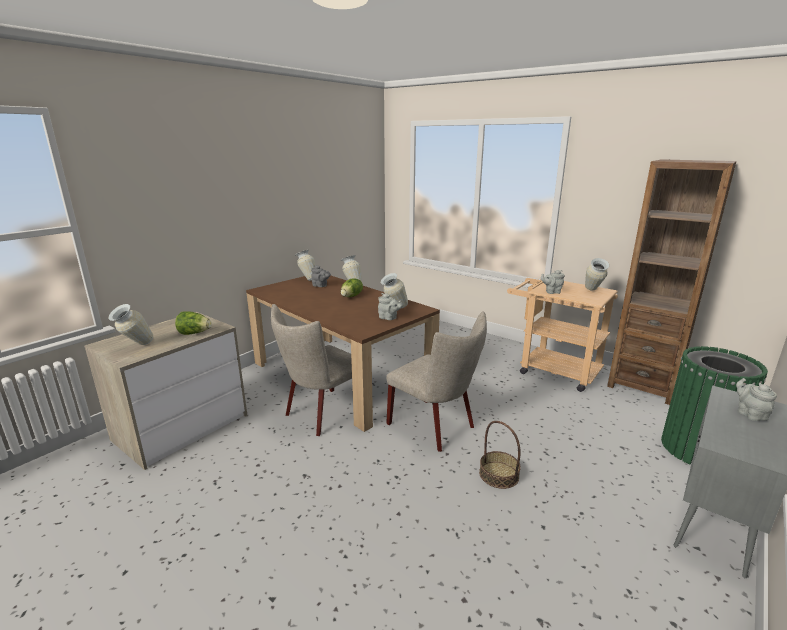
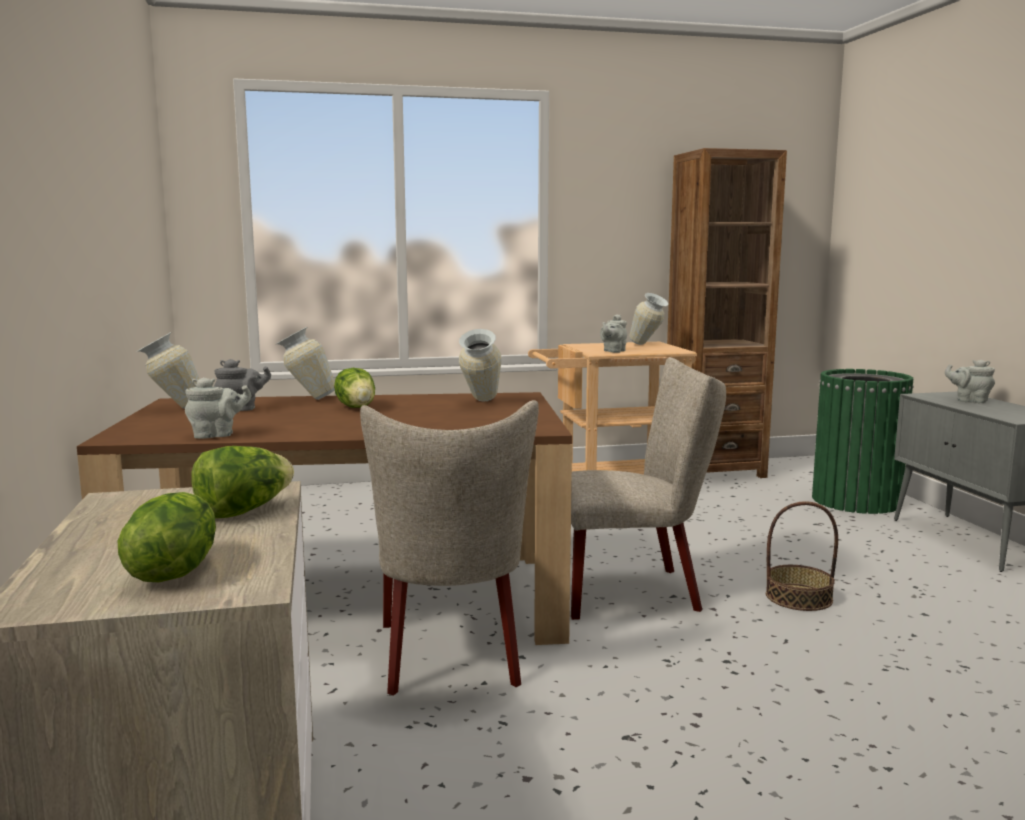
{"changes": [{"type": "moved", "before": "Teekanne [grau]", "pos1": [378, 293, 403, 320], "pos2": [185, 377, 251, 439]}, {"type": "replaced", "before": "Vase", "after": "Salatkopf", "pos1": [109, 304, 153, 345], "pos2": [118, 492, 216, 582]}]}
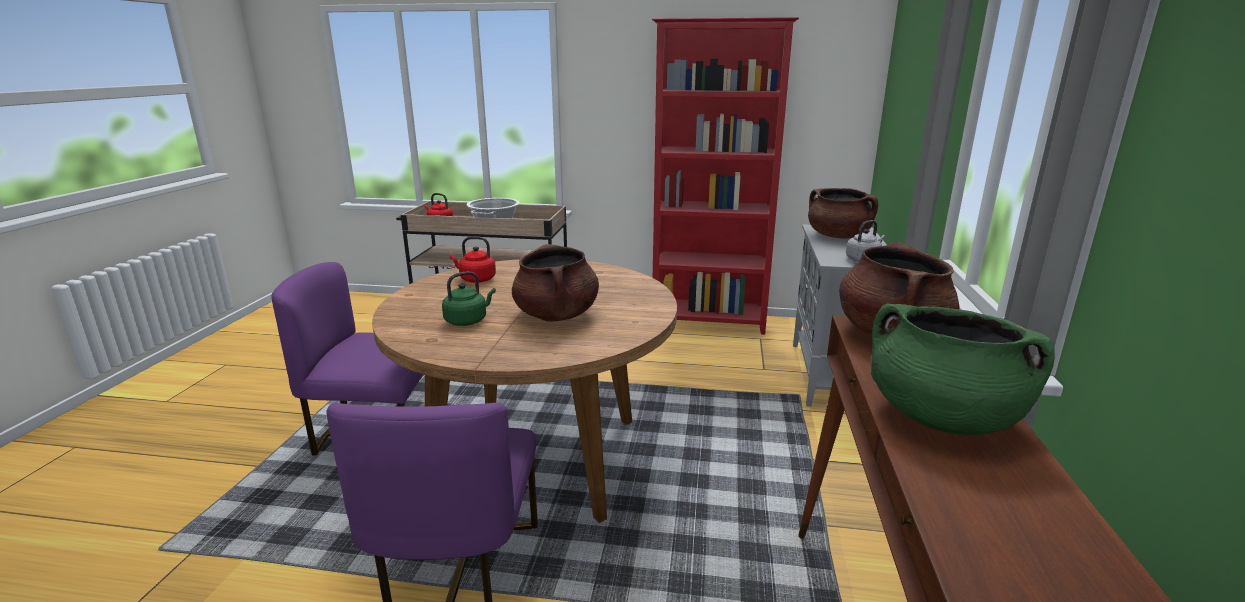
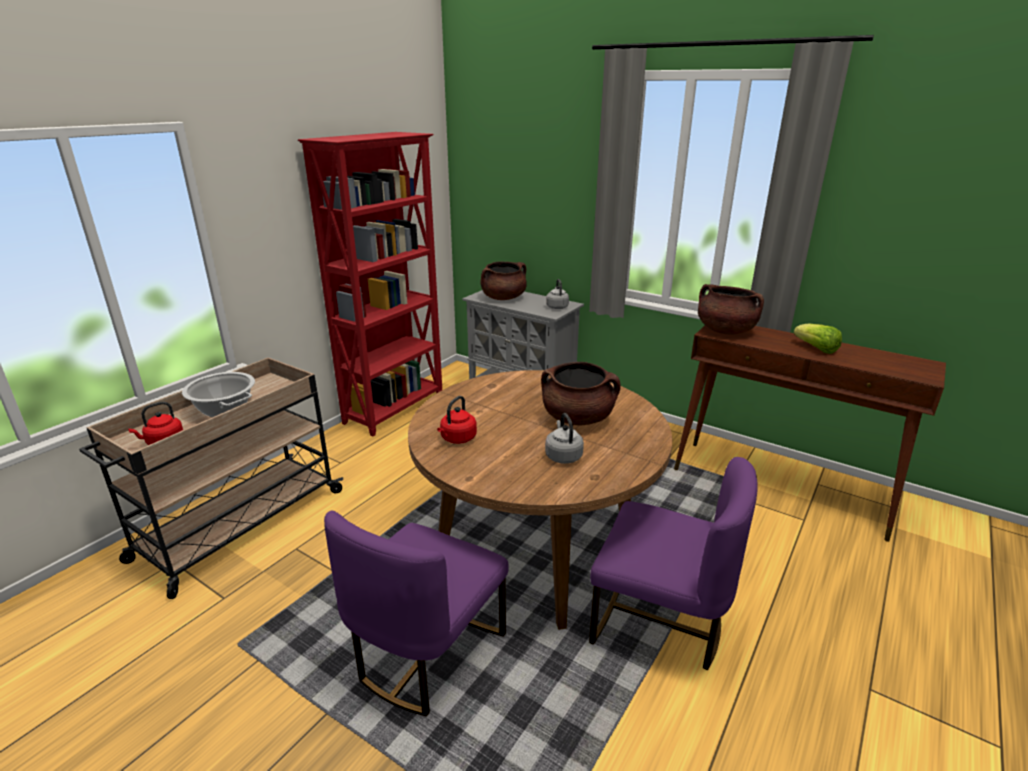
{"changes": [{"type": "replaced", "before": "Kochtopf [grün]", "after": "Salatkopf", "pos1": [871, 303, 1055, 435], "pos2": [794, 324, 842, 354]}, {"type": "recoloured", "before": "Wasserkessel [grün]", "after": "Wasserkessel [grau]", "pos1": [442, 271, 496, 326], "pos2": [545, 413, 584, 464]}]}
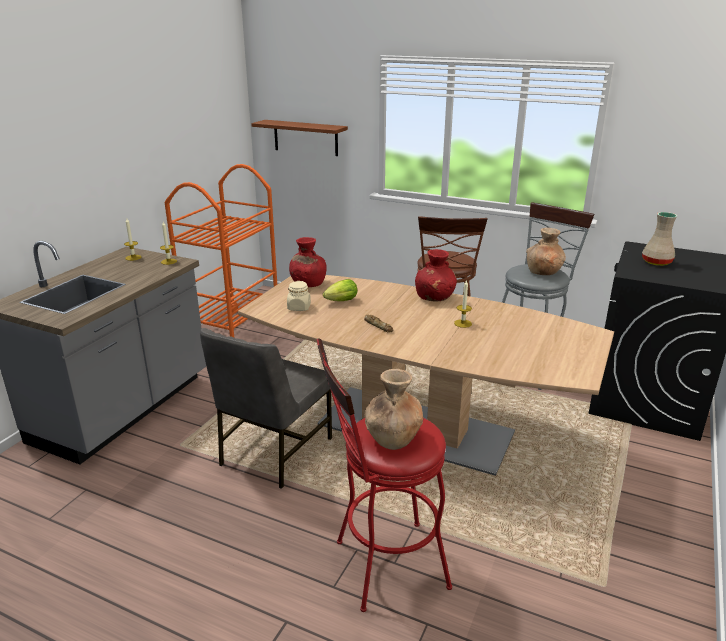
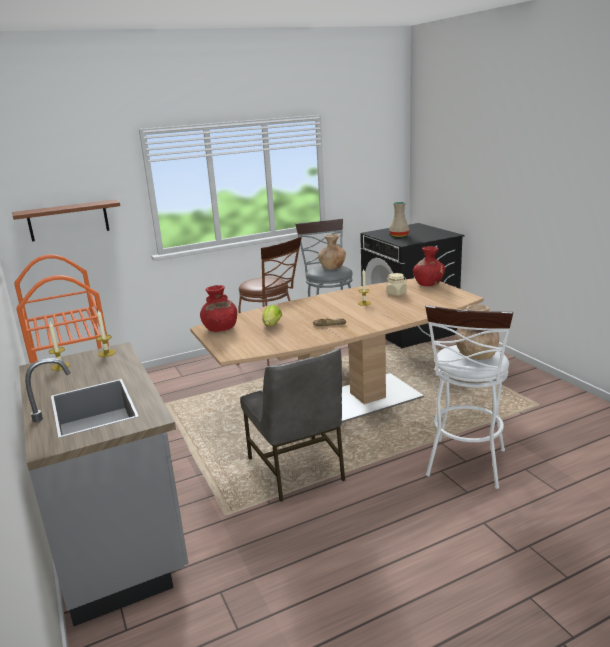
{"changes": [{"type": "moved", "before": "Vorratsglas [beige]", "pos1": [287, 281, 311, 311], "pos2": [386, 273, 407, 296]}, {"type": "moved", "before": "Vase [rot]", "pos1": [415, 249, 457, 301], "pos2": [413, 246, 445, 286]}, {"type": "recoloured", "before": "Hocker [rot]", "after": "Hocker [weiß]", "pos1": [317, 339, 452, 612], "pos2": [425, 305, 513, 489]}]}
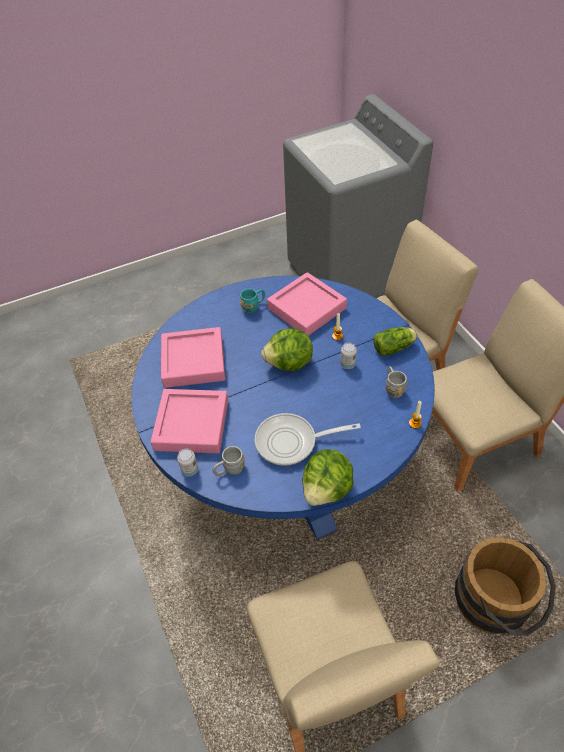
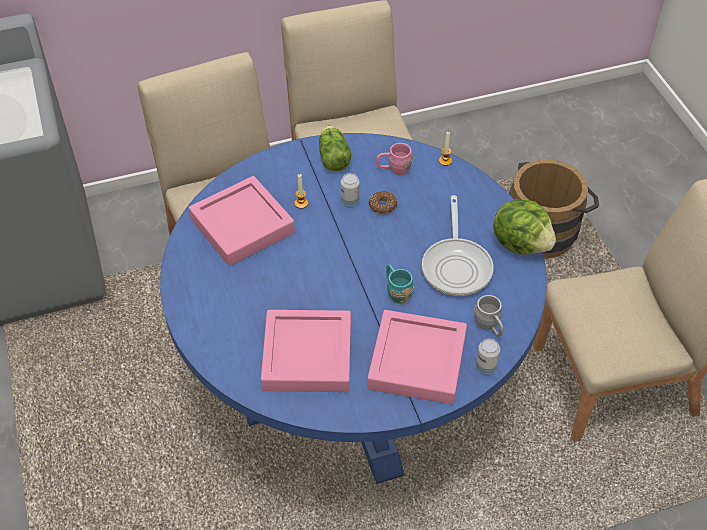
{"changes": [{"type": "removed", "before": "Salatkopf", "pos1": [261, 328, 313, 371]}, {"type": "added", "after": "Donut", "pos2": [369, 191, 397, 215]}, {"type": "moved", "before": "Henkelbecher [türkis]", "pos1": [240, 289, 265, 314], "pos2": [386, 264, 414, 304]}, {"type": "recoloured", "before": "Henkelbecher [grau]", "after": "Henkelbecher [rosa]", "pos1": [385, 366, 407, 398], "pos2": [376, 143, 413, 175]}]}
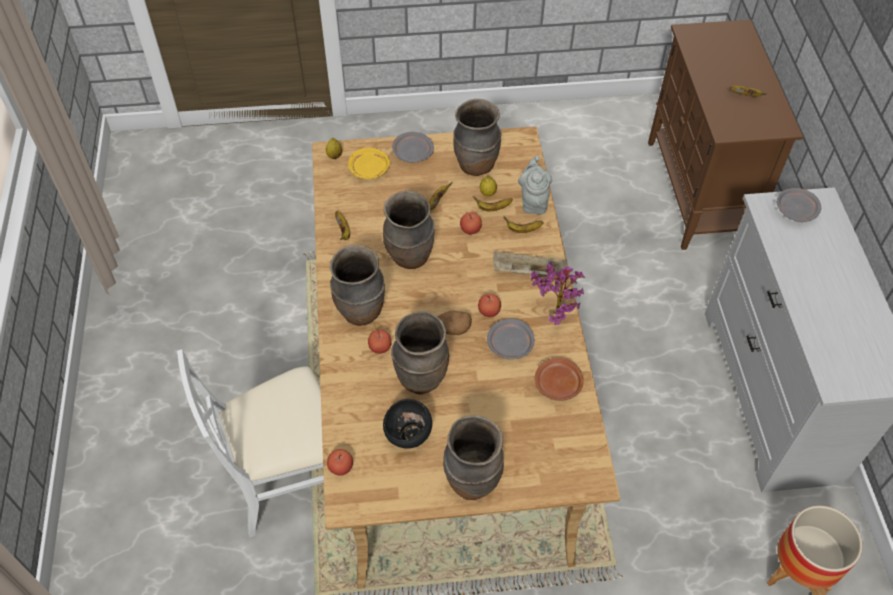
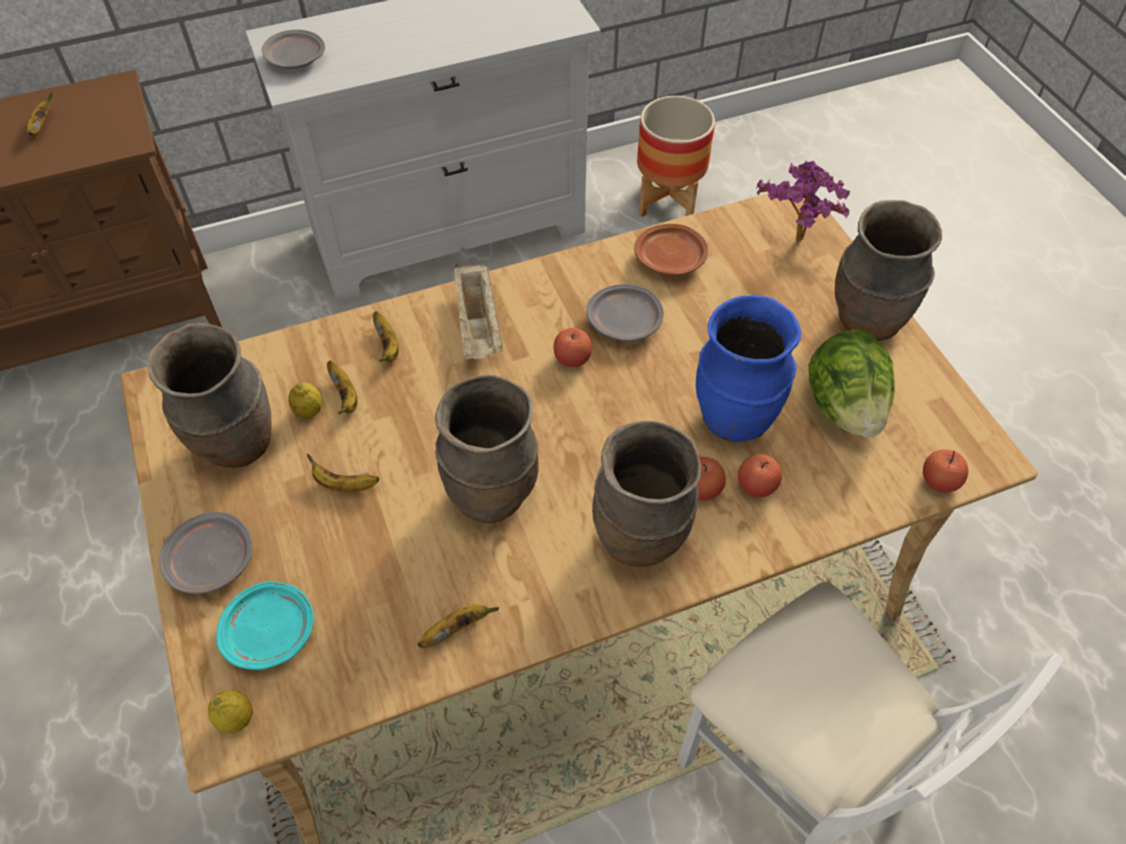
{"changes": [{"type": "removed", "before": "Kartoffel", "pos1": [438, 311, 472, 335]}, {"type": "removed", "before": "Teekanne [grau]", "pos1": [518, 156, 552, 214]}, {"type": "moved", "before": "Apfel", "pos1": [460, 212, 482, 234], "pos2": [738, 454, 782, 497]}, {"type": "moved", "before": "Topfpflanze", "pos1": [531, 262, 586, 325], "pos2": [756, 161, 850, 242]}, {"type": "replaced", "before": "Schüssel [schwarz]", "after": "Salatkopf", "pos1": [383, 399, 432, 448], "pos2": [809, 330, 895, 437]}, {"type": "recoloured", "before": "Teller [gelb]", "after": "Teller [türkis]", "pos1": [348, 148, 390, 179], "pos2": [216, 581, 314, 670]}, {"type": "recoloured", "before": "Vase [braun]", "after": "Vase [blau]", "pos1": [391, 311, 449, 394], "pos2": [696, 294, 801, 442]}]}
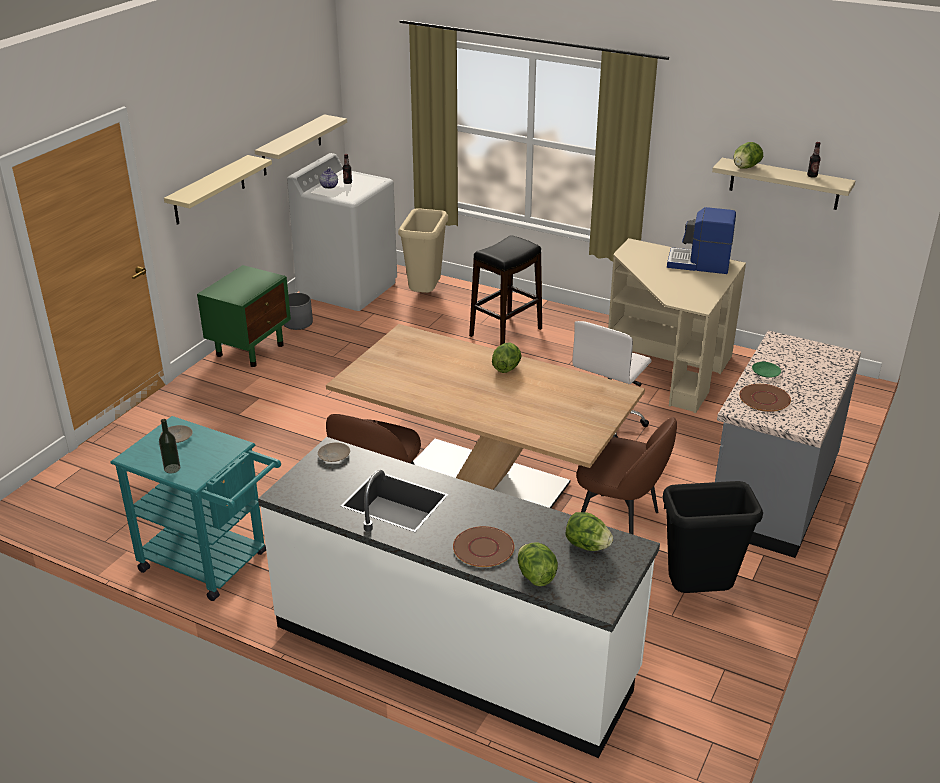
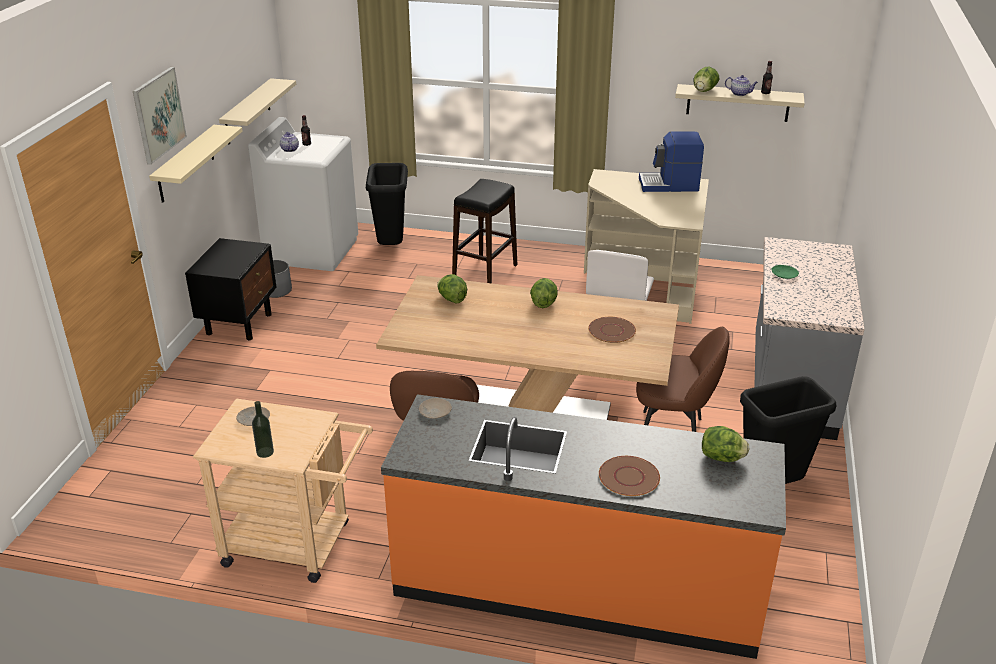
{"changes": [{"type": "added", "after": "Bild", "pos2": [133, 67, 187, 165]}, {"type": "added", "after": "Teekanne", "pos2": [725, 75, 758, 96]}, {"type": "moved", "before": "Salatkopf", "pos1": [518, 542, 558, 586], "pos2": [437, 274, 467, 304]}, {"type": "moved", "before": "Teller [braun]", "pos1": [739, 384, 791, 412], "pos2": [588, 317, 636, 343]}, {"type": "recoloured", "before": "Rollwagen [türkis]", "after": "Rollwagen [beige]", "pos1": [110, 416, 281, 601], "pos2": [193, 399, 373, 583]}, {"type": "recoloured", "before": "Nachttisch [grün]", "after": "Nachttisch [schwarz]", "pos1": [197, 265, 291, 367], "pos2": [185, 238, 277, 340]}, {"type": "recoloured", "before": "Küchenzeile [weiß]", "after": "Küchenzeile [orange]", "pos1": [258, 437, 660, 758], "pos2": [381, 394, 786, 659]}, {"type": "recoloured", "before": "Mülleimer [beige]", "after": "Mülleimer [schwarz]", "pos1": [398, 208, 448, 293], "pos2": [366, 163, 408, 245]}]}
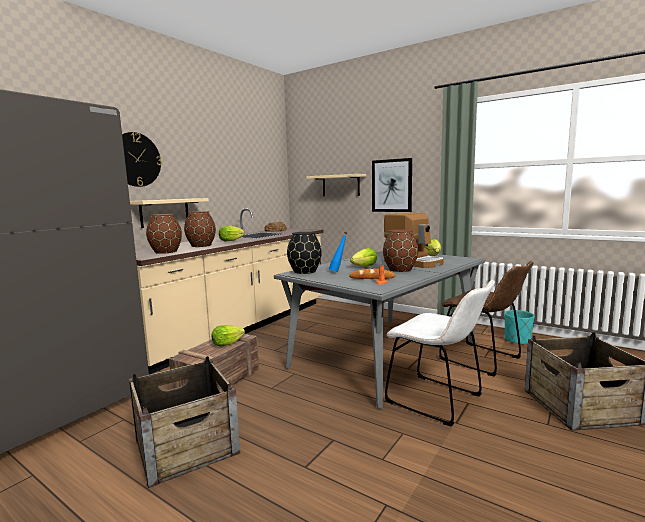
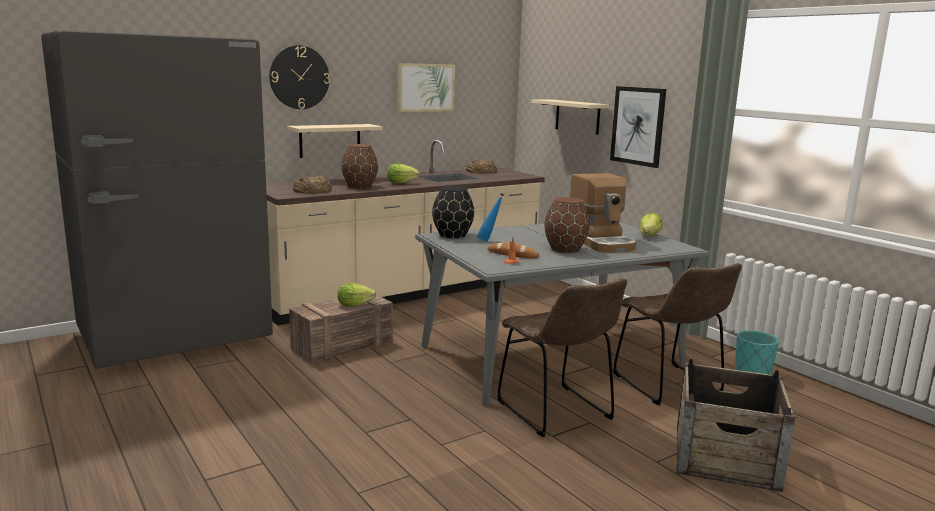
{"changes": [{"type": "removed", "before": "Kiste", "pos1": [129, 356, 240, 488]}, {"type": "removed", "before": "Salatkopf", "pos1": [350, 248, 377, 267]}, {"type": "added", "after": "Bild", "pos2": [397, 63, 455, 112]}, {"type": "replaced", "before": "Vase [braun]", "after": "Brot", "pos1": [146, 214, 182, 254], "pos2": [293, 176, 332, 194]}, {"type": "recoloured", "before": "Stuhl [weiß]", "after": "Stuhl [braun]", "pos1": [385, 280, 495, 427], "pos2": [497, 278, 627, 437]}]}
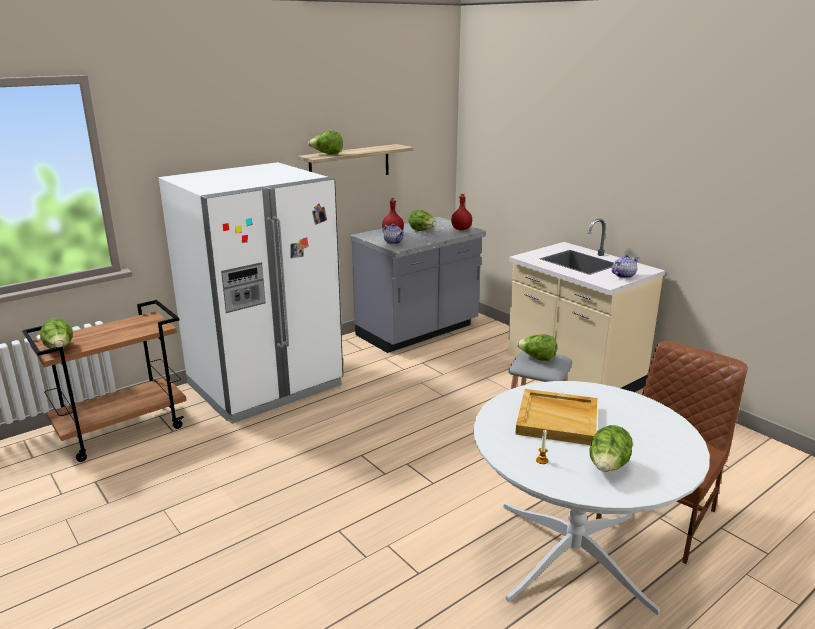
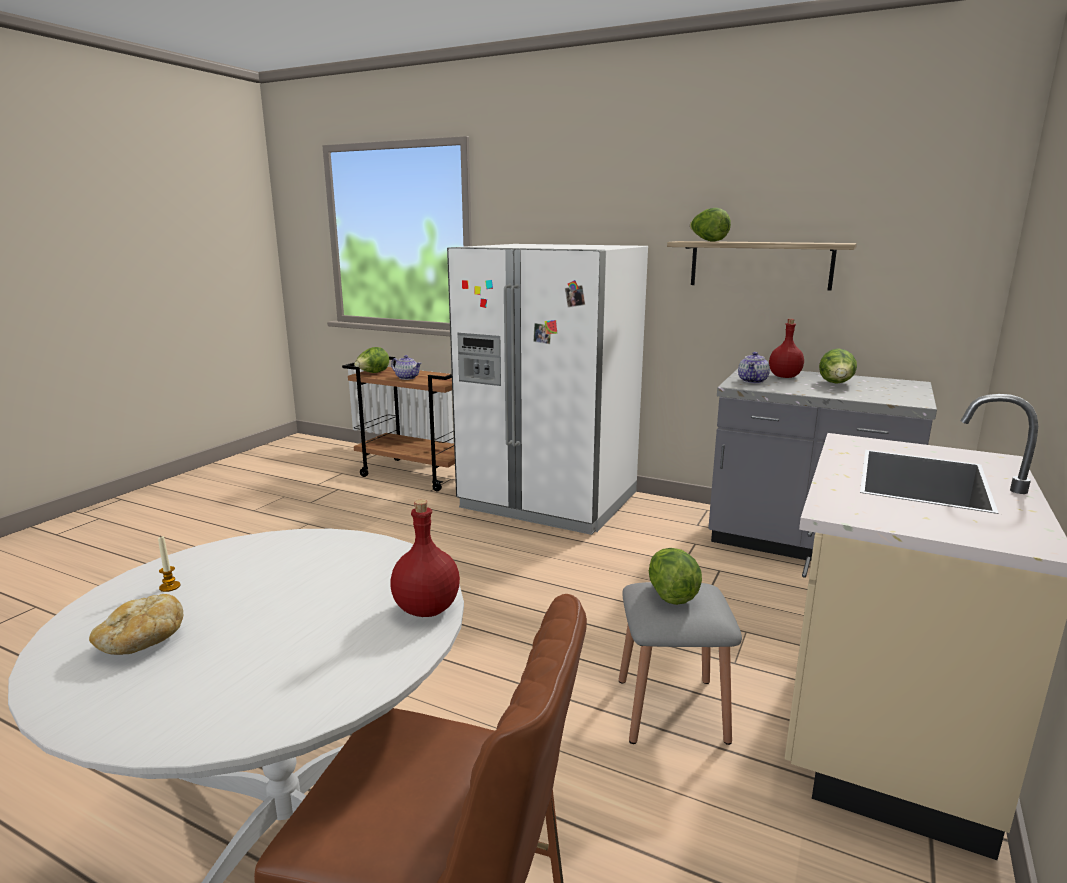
{"changes": [{"type": "removed", "before": "Tablett [beige]", "pos1": [515, 389, 598, 445]}, {"type": "moved", "before": "Flasche [rot]", "pos1": [451, 193, 472, 230], "pos2": [390, 500, 460, 617]}, {"type": "moved", "before": "Teekanne", "pos1": [612, 254, 639, 278], "pos2": [391, 355, 422, 380]}, {"type": "replaced", "before": "Salatkopf", "after": "Brot", "pos1": [589, 425, 633, 472], "pos2": [89, 594, 183, 655]}]}
